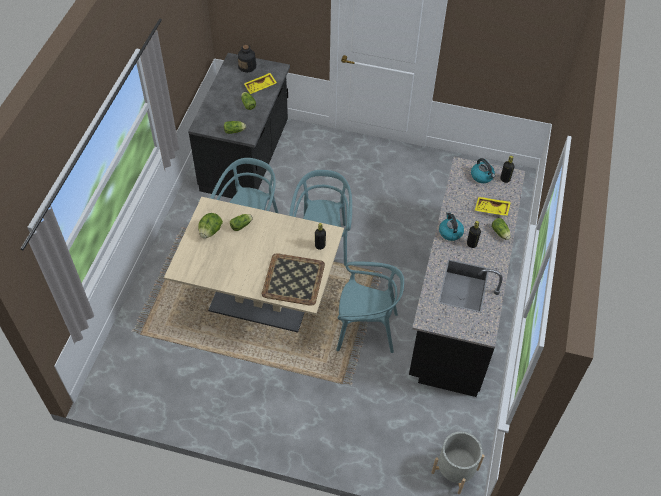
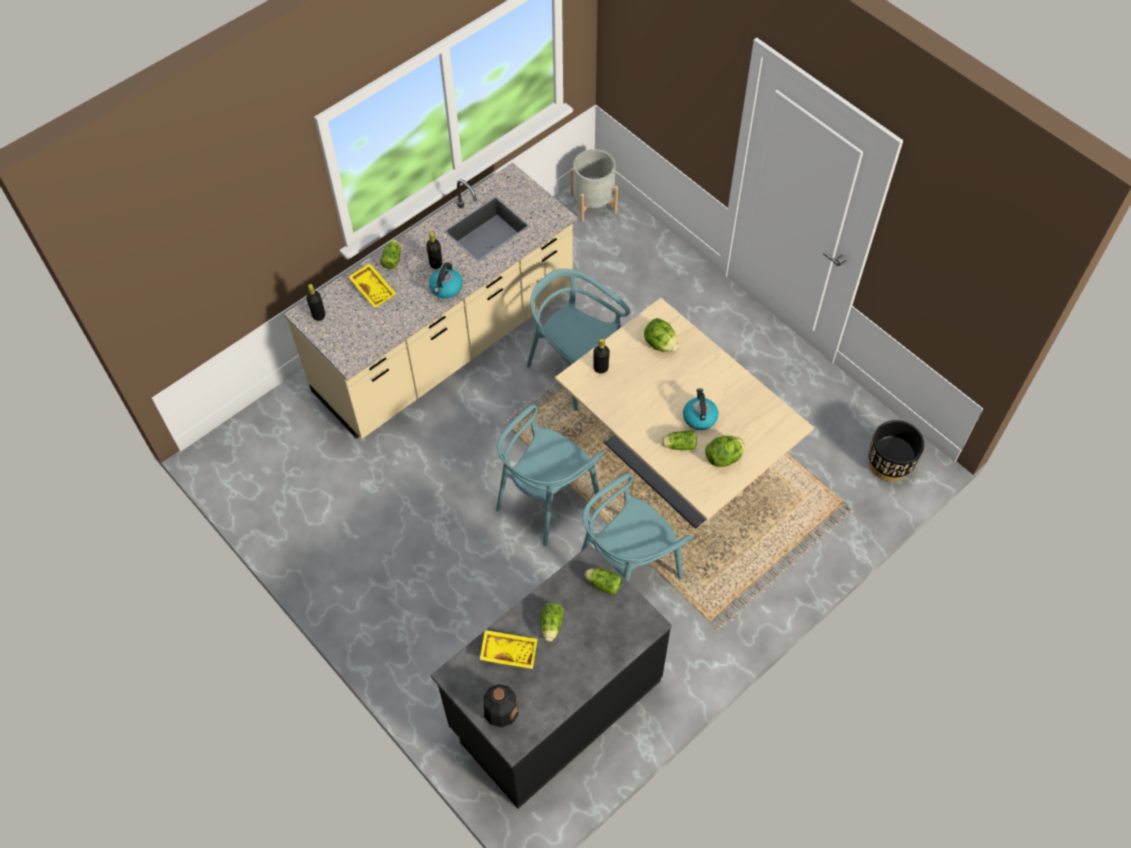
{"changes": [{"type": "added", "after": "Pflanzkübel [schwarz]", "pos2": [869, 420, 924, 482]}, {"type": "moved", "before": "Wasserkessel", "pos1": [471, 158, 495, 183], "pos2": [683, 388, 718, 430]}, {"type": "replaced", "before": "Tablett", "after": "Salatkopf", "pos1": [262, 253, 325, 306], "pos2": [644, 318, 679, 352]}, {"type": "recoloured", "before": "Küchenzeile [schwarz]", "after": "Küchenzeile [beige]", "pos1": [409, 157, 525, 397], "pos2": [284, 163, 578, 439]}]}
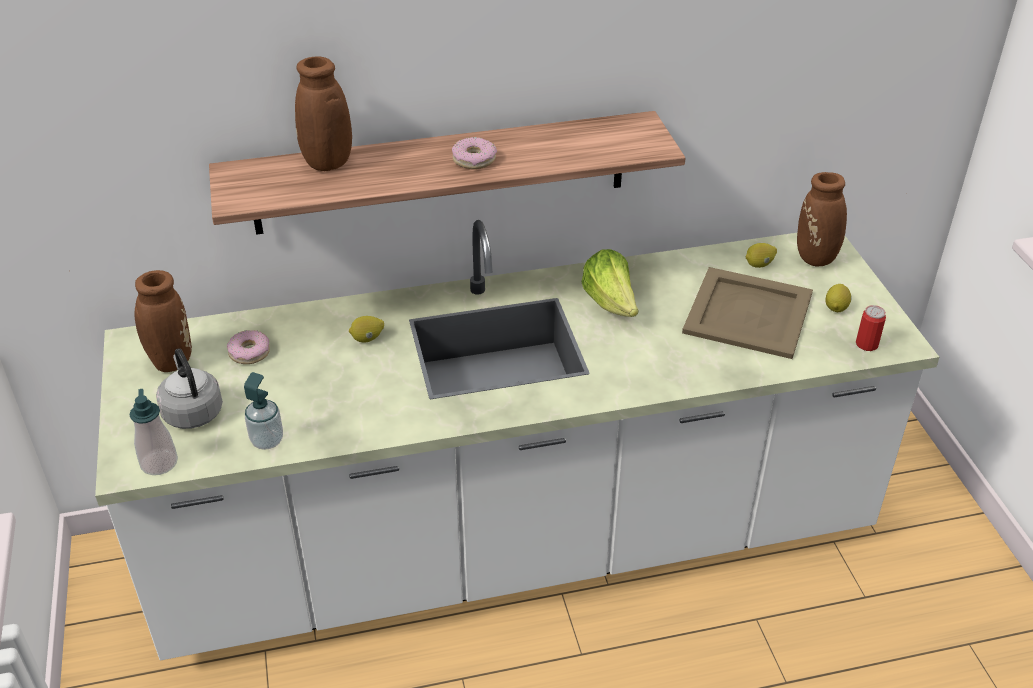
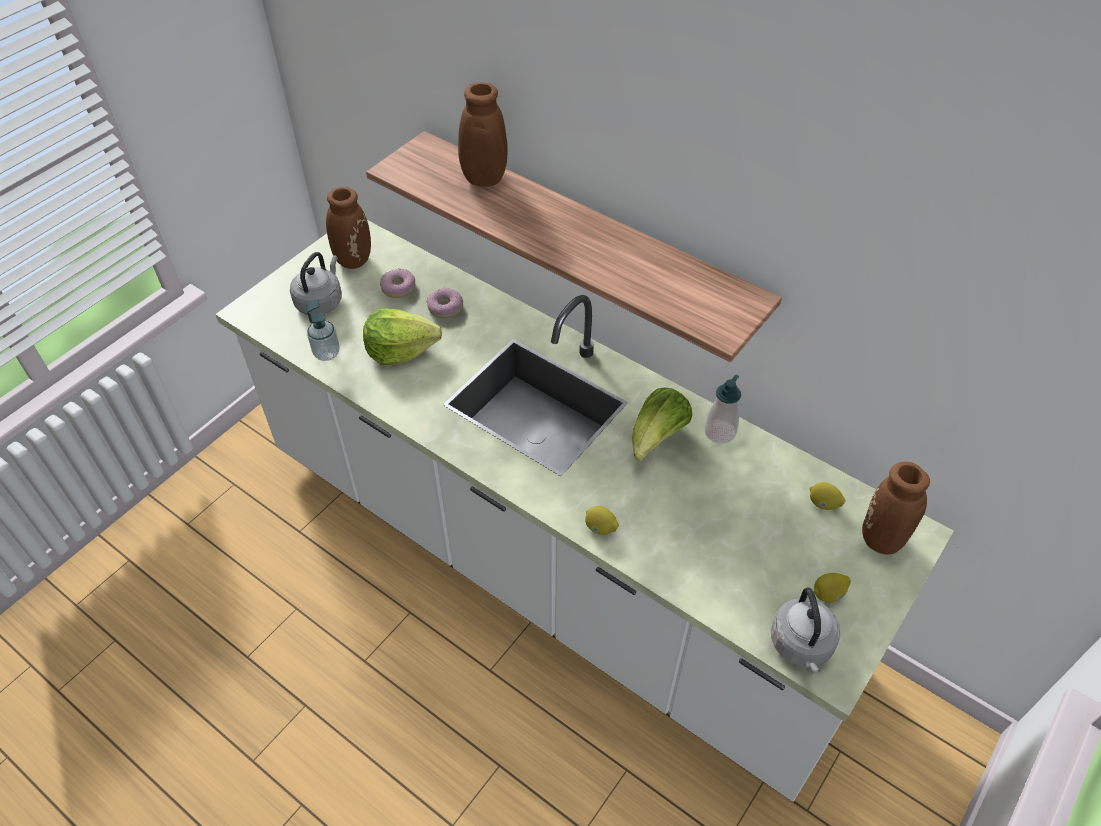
{"changes": [{"type": "removed", "before": "Tablett [beige]", "pos1": [682, 267, 813, 359]}, {"type": "added", "after": "Salatkopf", "pos2": [363, 309, 442, 365]}, {"type": "moved", "before": "Seifenspender", "pos1": [130, 389, 178, 475], "pos2": [705, 374, 741, 444]}, {"type": "moved", "before": "Zitrone", "pos1": [349, 316, 384, 342], "pos2": [585, 506, 619, 535]}, {"type": "moved", "before": "Donut", "pos1": [452, 137, 497, 169], "pos2": [426, 288, 463, 318]}, {"type": "replaced", "before": "Dose", "after": "Wasserkessel [grau]", "pos1": [856, 305, 886, 351], "pos2": [771, 588, 840, 674]}]}
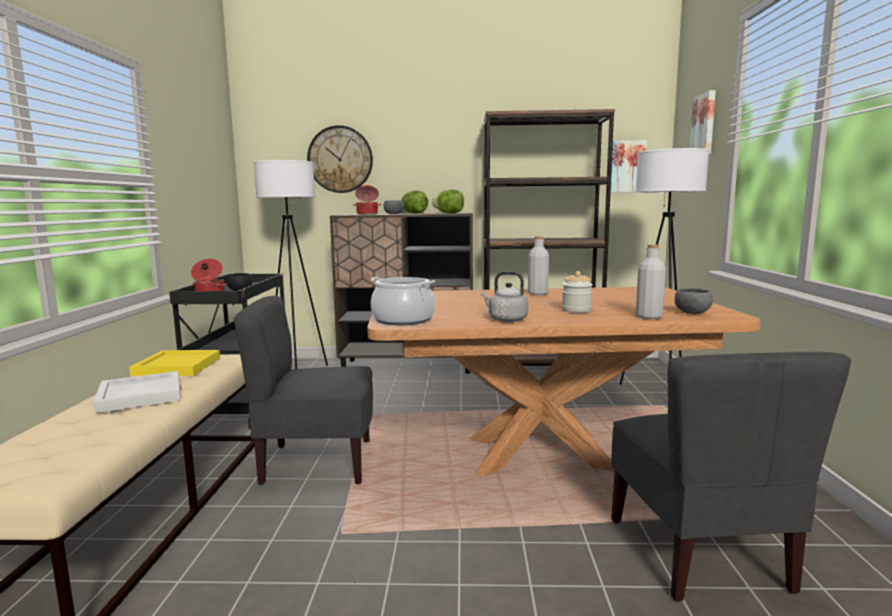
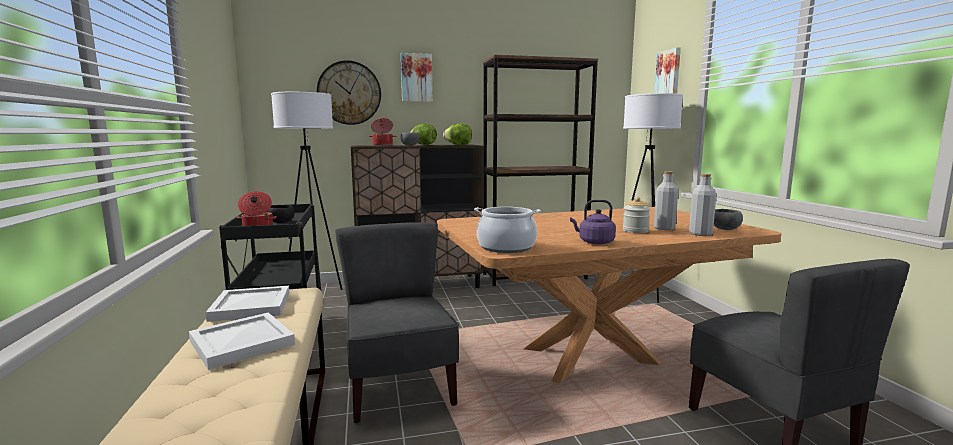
{"changes": [{"type": "moved", "before": "Flasche [grau]", "pos1": [528, 236, 549, 295], "pos2": [654, 171, 678, 230]}, {"type": "moved", "before": "Bild", "pos1": [611, 140, 647, 193], "pos2": [401, 53, 433, 102]}, {"type": "recoloured", "before": "Tablett [gelb]", "after": "Tablett [weiß]", "pos1": [129, 350, 220, 376], "pos2": [206, 286, 289, 322]}, {"type": "recoloured", "before": "Wasserkessel [grau]", "after": "Wasserkessel [lila]", "pos1": [481, 272, 528, 322], "pos2": [570, 199, 616, 244]}, {"type": "turned", "before": "Stuhl [grau]", "pos1": [234, 296, 373, 485], "pos2": [335, 222, 459, 423], "turn": 90}]}
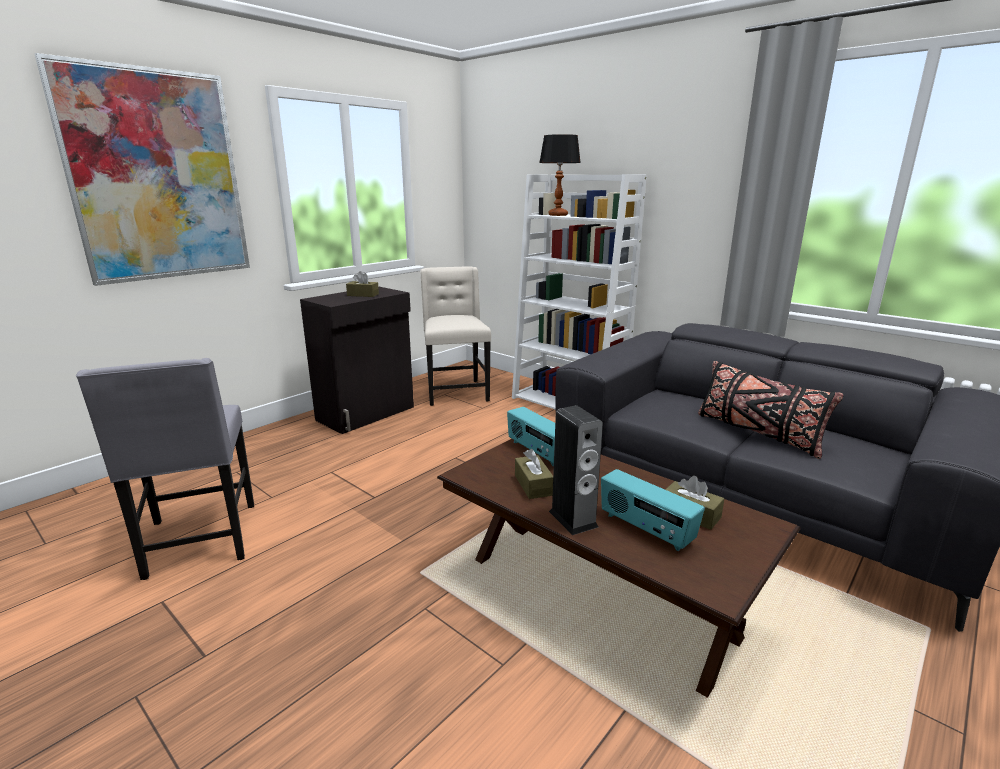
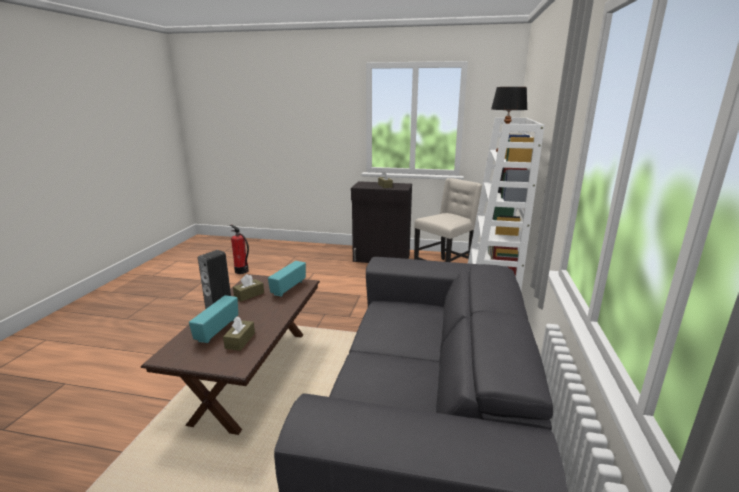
{"changes": [{"type": "removed", "before": "Bild", "pos1": [35, 53, 250, 286]}, {"type": "removed", "before": "Kissen [schwarz]", "pos1": [698, 361, 844, 459]}, {"type": "replaced", "before": "Stuhl [grau]", "after": "Feuerlöscher", "pos1": [76, 358, 254, 580], "pos2": [230, 225, 249, 274]}]}
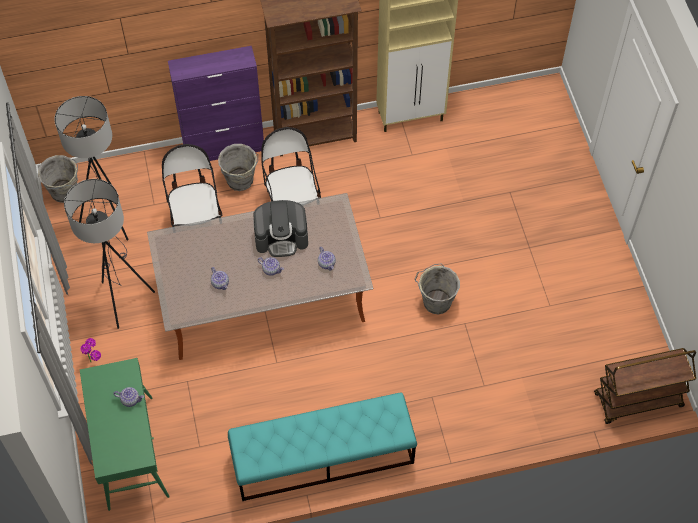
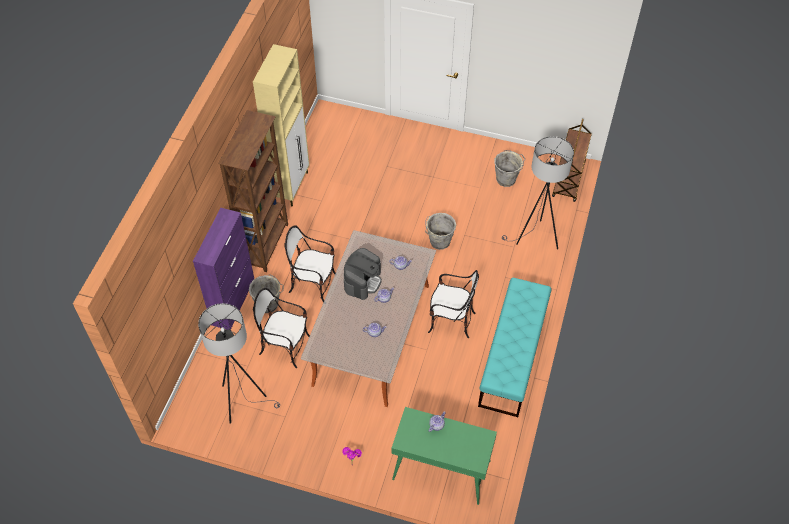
{"changes": [{"type": "added", "after": "Stuhl", "pos2": [428, 270, 479, 338]}, {"type": "moved", "before": "Eimer [grau]", "pos1": [38, 155, 78, 203], "pos2": [494, 150, 525, 187]}, {"type": "moved", "before": "Stehlampe [grau]", "pos1": [64, 179, 155, 329], "pos2": [502, 136, 574, 250]}]}
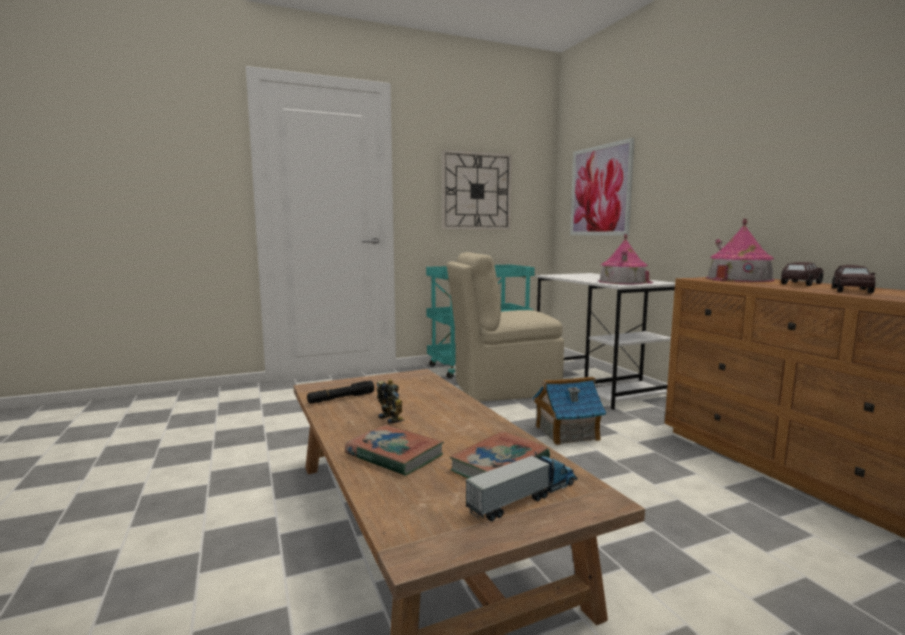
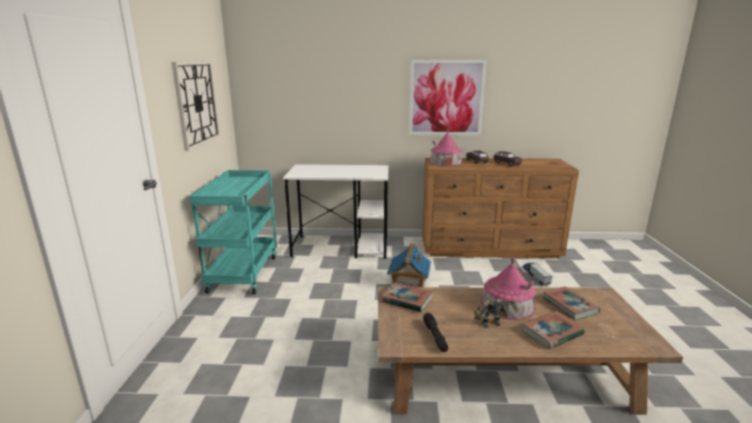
{"changes": [{"type": "removed", "before": "Stuhl [beige]", "pos1": [447, 252, 564, 402]}, {"type": "added", "after": "Buch", "pos2": [381, 283, 433, 312]}, {"type": "moved", "before": "Spielzeuglaster", "pos1": [465, 452, 578, 521], "pos2": [522, 262, 552, 286]}, {"type": "moved", "before": "Bild", "pos1": [570, 138, 635, 236], "pos2": [409, 60, 487, 136]}, {"type": "moved", "before": "Spielzeughaus", "pos1": [598, 234, 653, 284], "pos2": [481, 257, 536, 320]}]}
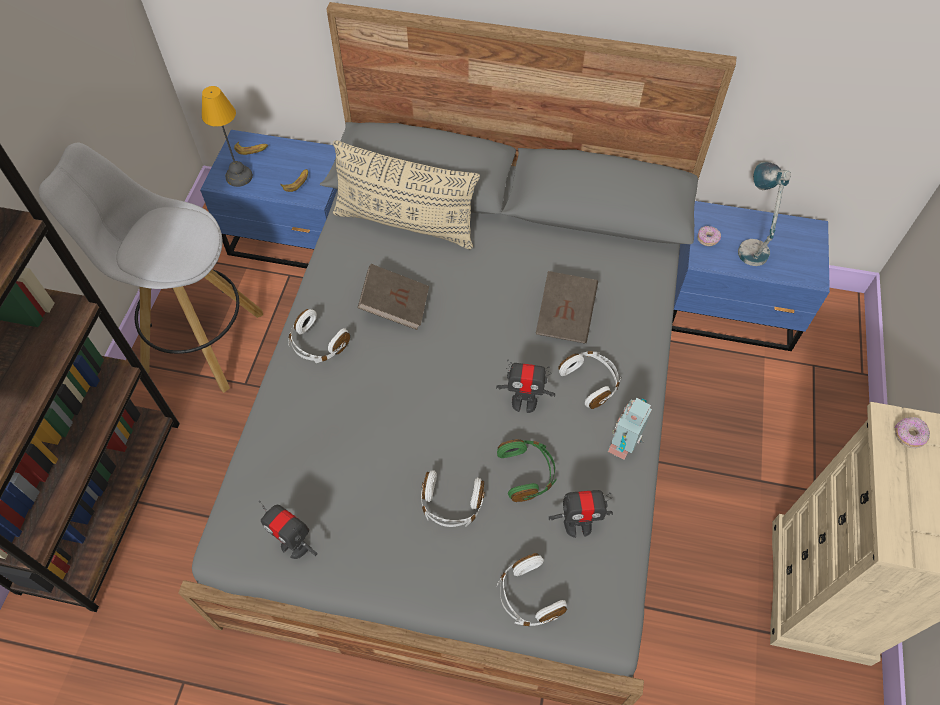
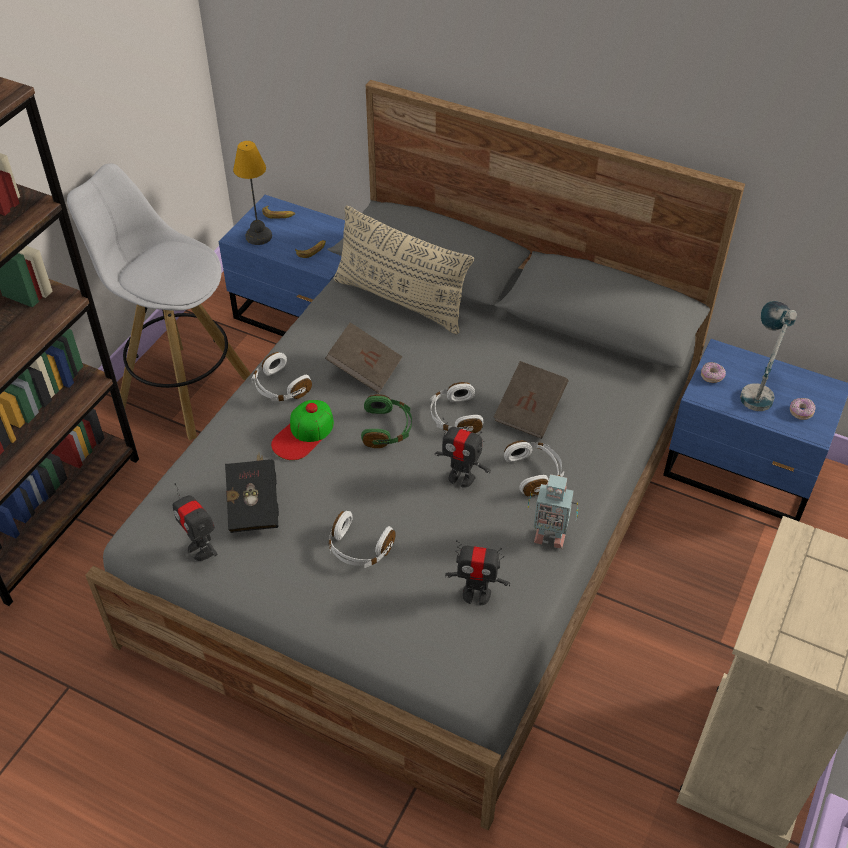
{"changes": [{"type": "added", "after": "Buch [schwarz]", "pos2": [225, 453, 279, 533]}, {"type": "added", "after": "Kappe", "pos2": [271, 400, 334, 460]}, {"type": "moved", "before": "Kopfhörer [grün]", "pos1": [497, 439, 556, 502], "pos2": [361, 394, 412, 448]}, {"type": "moved", "before": "Kopfhörer [weiß]", "pos1": [497, 553, 567, 626], "pos2": [430, 382, 483, 433]}, {"type": "moved", "before": "Donut", "pos1": [894, 417, 930, 448], "pos2": [790, 398, 816, 420]}, {"type": "turned", "before": "Spielzeugroboter", "pos1": [608, 398, 652, 460], "pos2": [528, 474, 578, 549], "turn": -120}]}
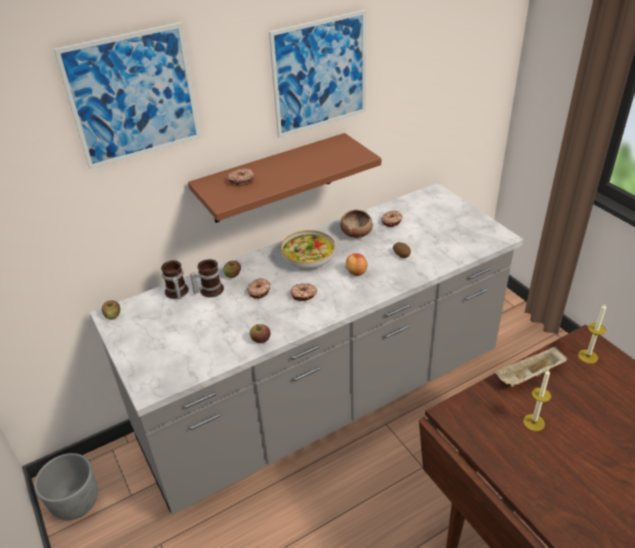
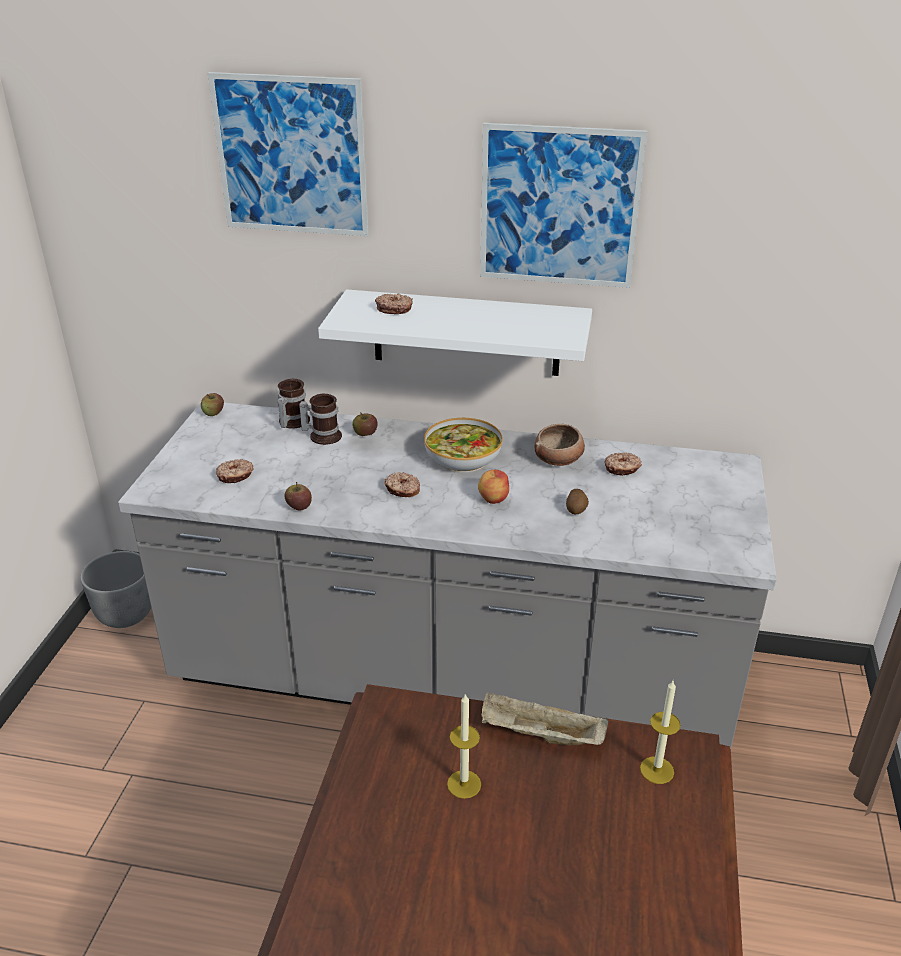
{"changes": [{"type": "moved", "before": "Donut", "pos1": [247, 278, 270, 299], "pos2": [216, 459, 254, 483]}, {"type": "recoloured", "before": "Wandregal [braun]", "after": "Wandregal [weiß]", "pos1": [188, 133, 381, 223], "pos2": [318, 289, 592, 376]}]}
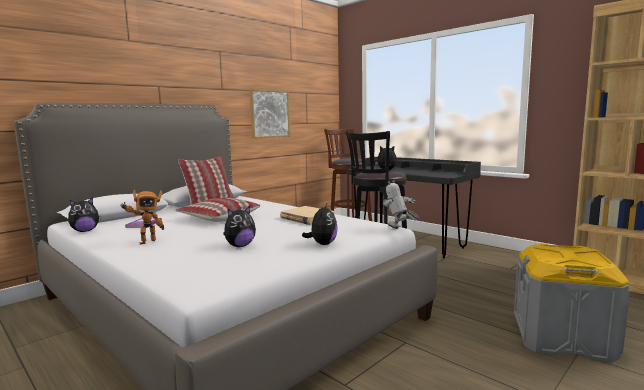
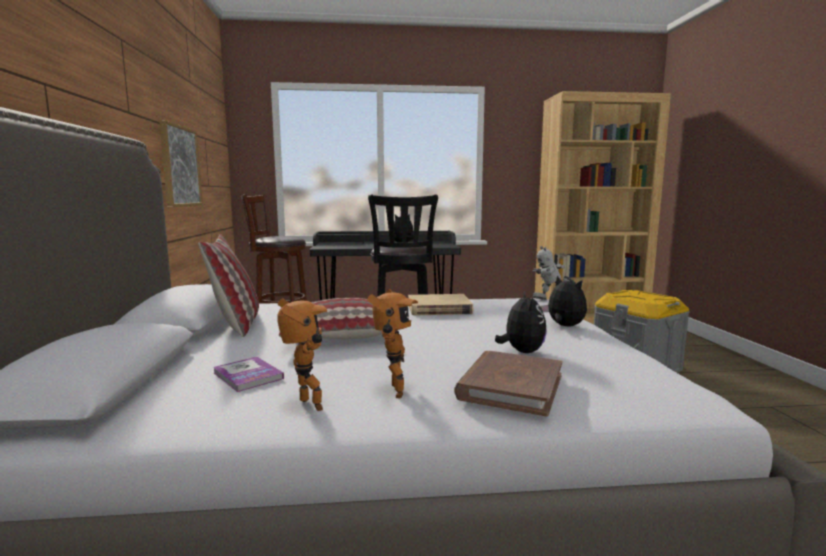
{"changes": [{"type": "removed", "before": "Plüschtier", "pos1": [68, 197, 101, 232]}, {"type": "added", "after": "Spielzeugroboter", "pos2": [278, 299, 327, 411]}, {"type": "added", "after": "Buch [braun]", "pos2": [454, 351, 562, 417]}]}
